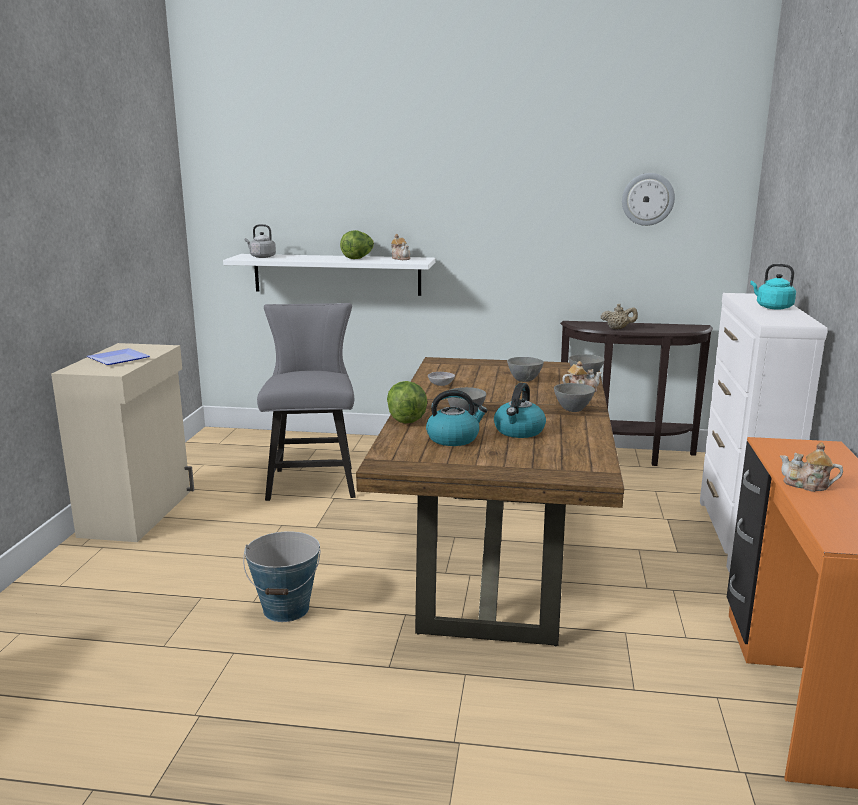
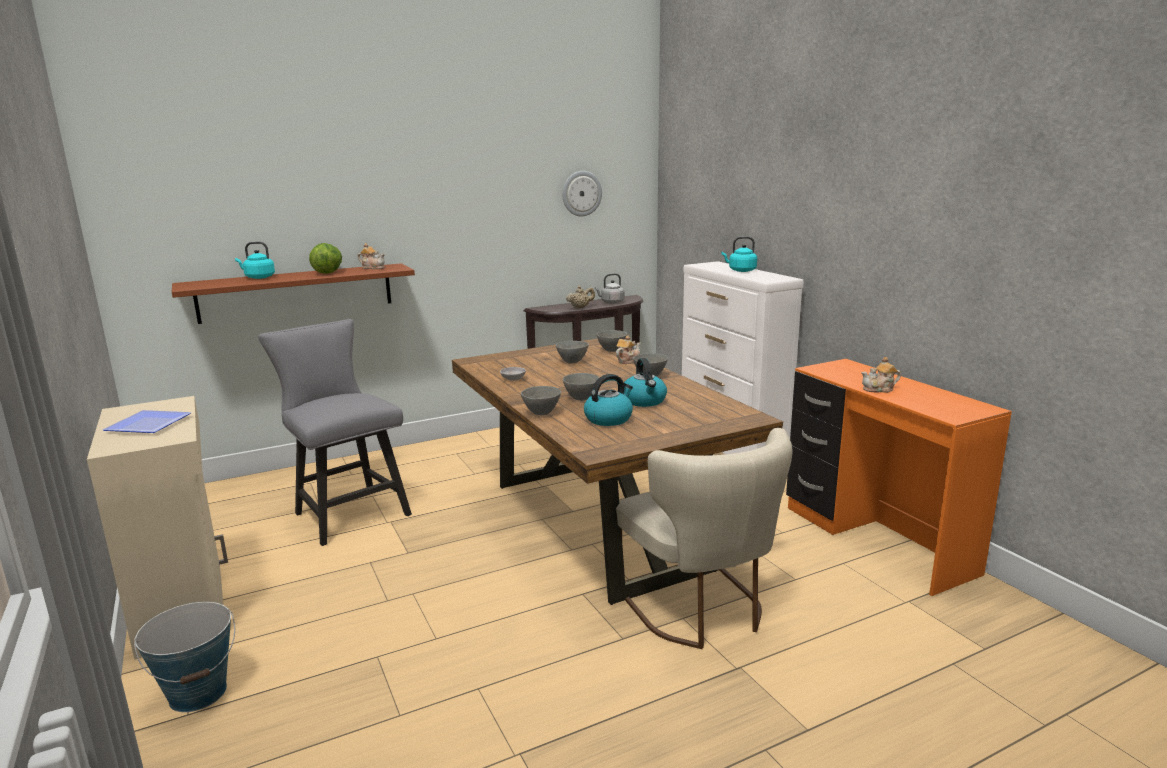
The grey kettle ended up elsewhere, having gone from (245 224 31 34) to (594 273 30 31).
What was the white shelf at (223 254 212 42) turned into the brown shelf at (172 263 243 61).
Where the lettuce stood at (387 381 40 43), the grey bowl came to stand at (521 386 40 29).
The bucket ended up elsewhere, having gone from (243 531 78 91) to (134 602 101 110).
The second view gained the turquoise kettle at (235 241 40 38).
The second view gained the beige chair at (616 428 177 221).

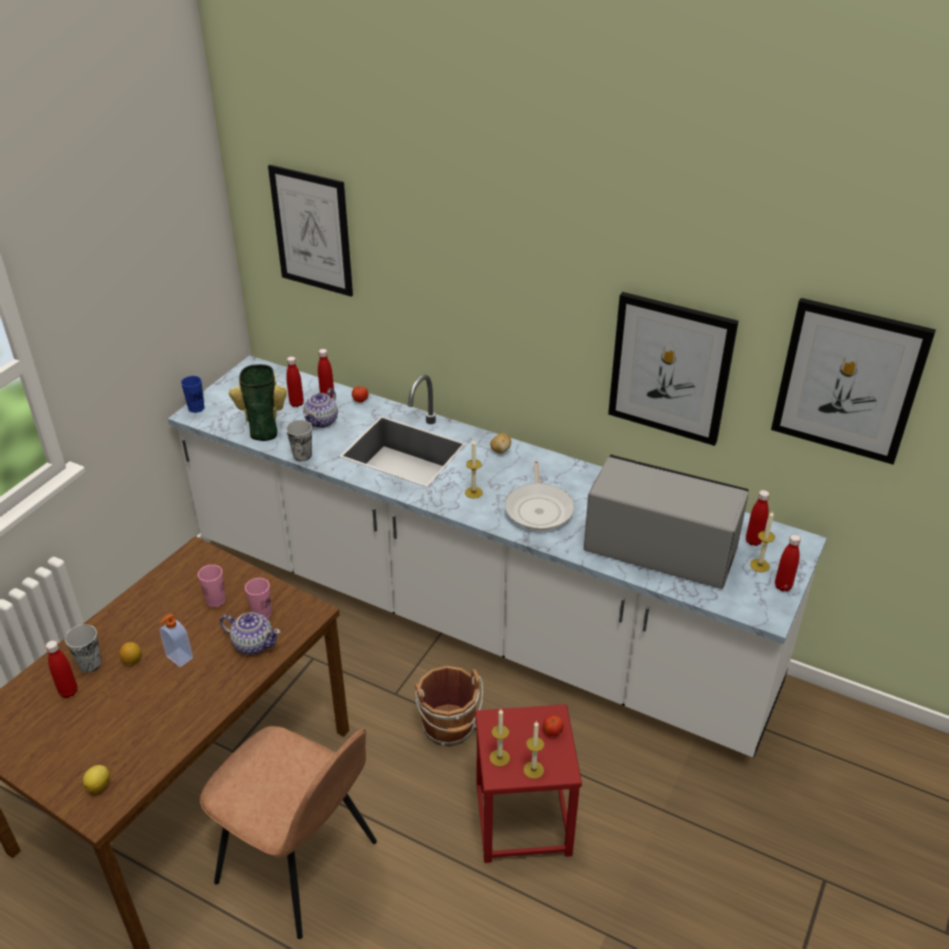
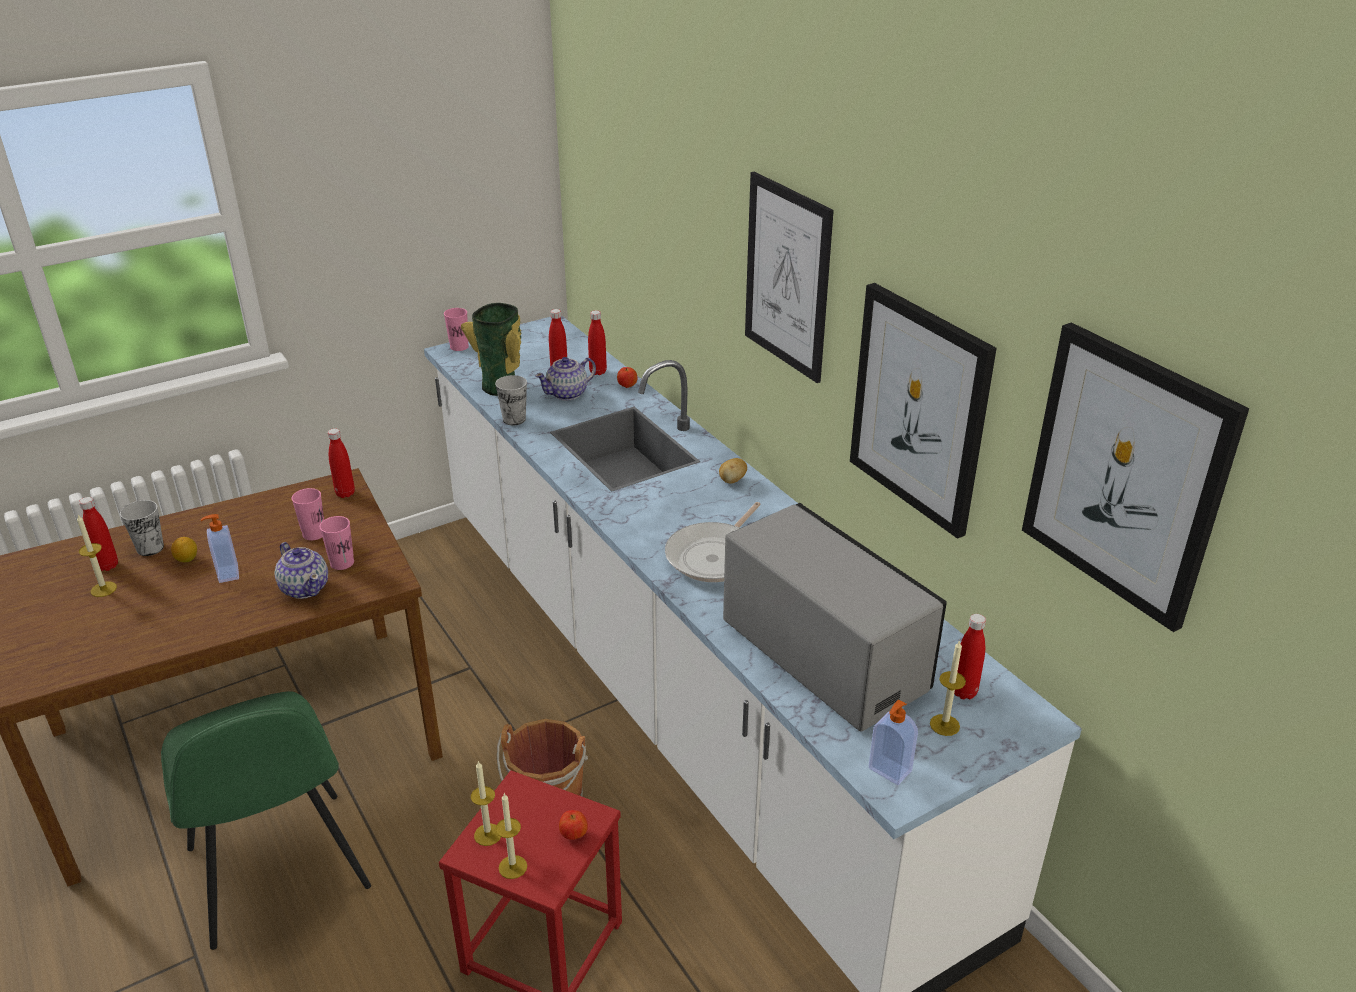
The picture ended up elsewhere, having gone from (268 165 85 132) to (745 172 89 211).
What was the blue cup at (181 376 24 37) turned into the pink cup at (444 308 25 43).
The candle ended up elsewhere, having gone from (465 440 18 59) to (77 515 40 82).
The red bottle ended up elsewhere, having gone from (775 534 26 57) to (328 429 27 69).
What was the brown chair at (200 726 177 213) turned into the green chair at (161 691 210 259).
The second view lost the lemon at (82 765 28 28).
The second view gained the soap dispenser at (869 699 49 86).

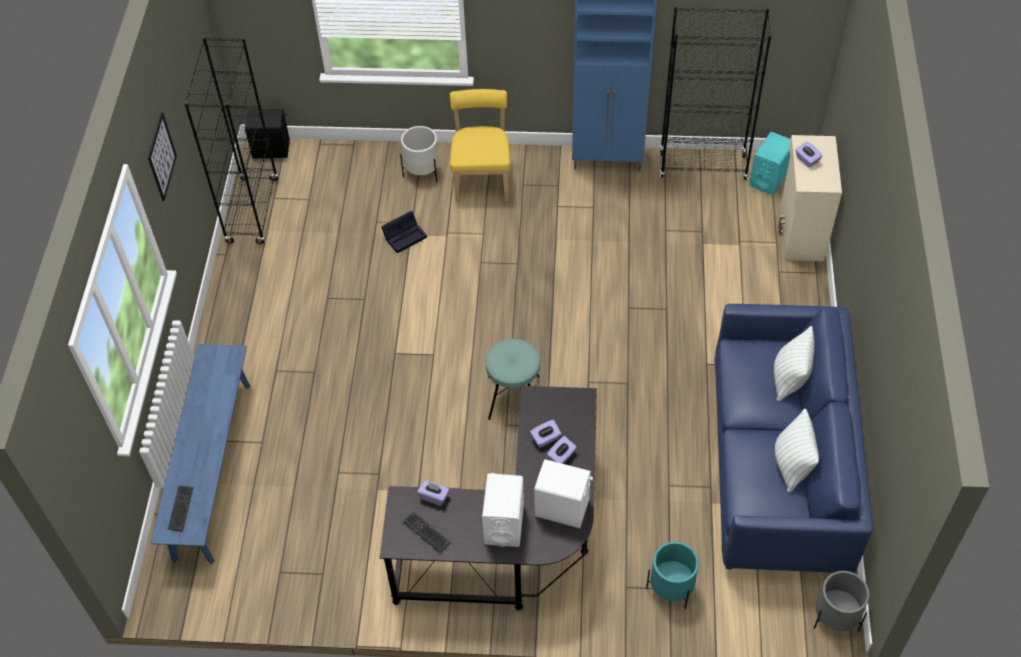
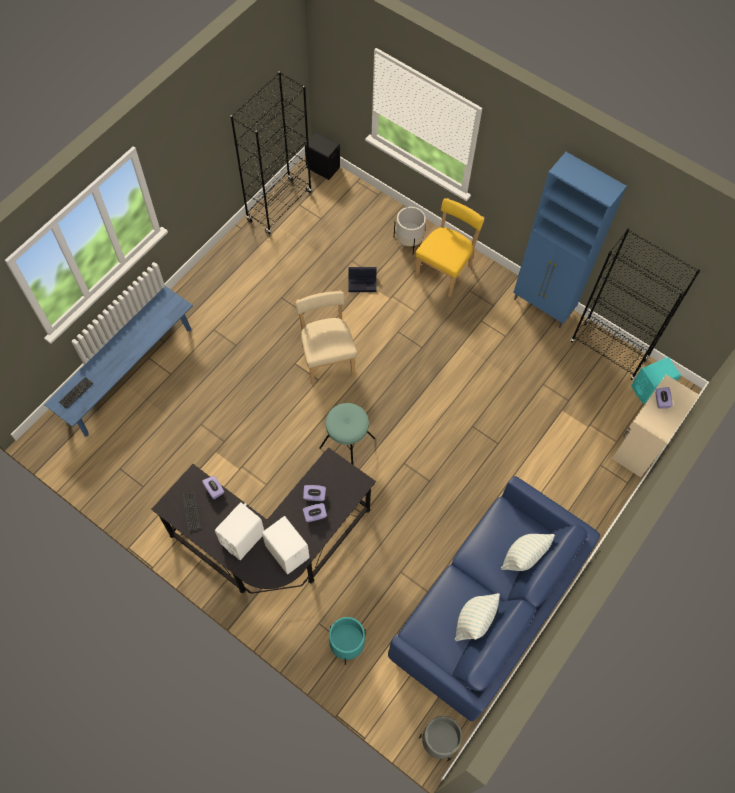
The second view lost the picture at (148 112 29 89).
The second view gained the beige chair at (296 290 61 95).

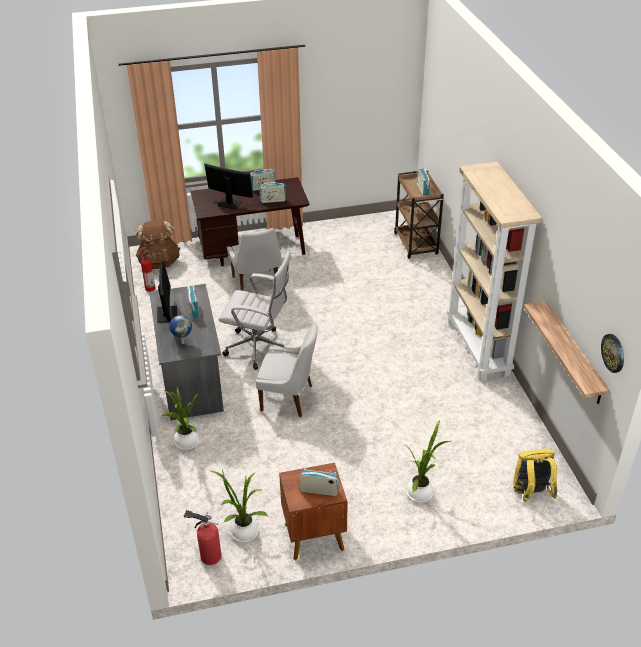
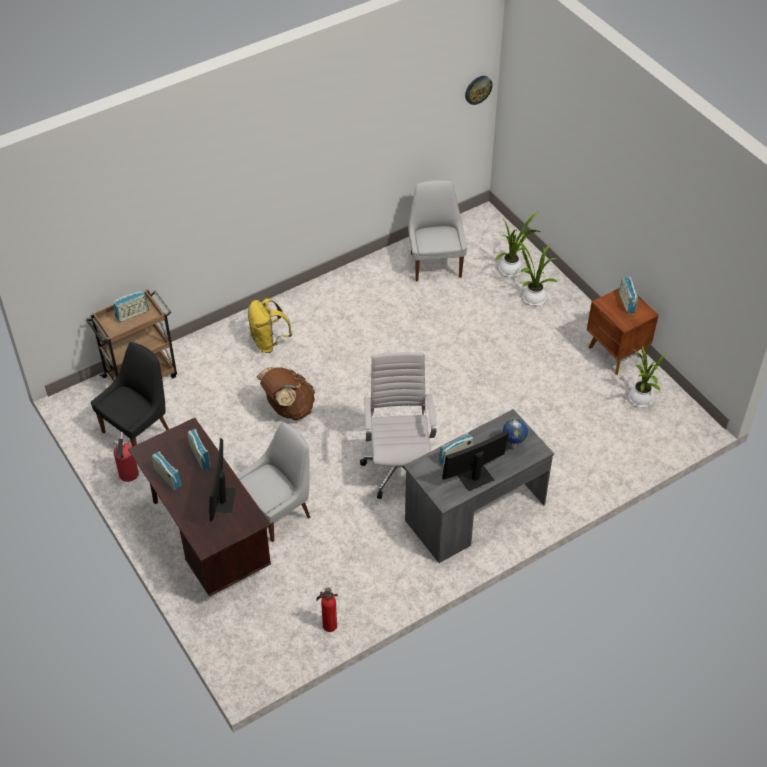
The second view lost the beige bookcase at (447 162 95 219).
The brown backpack ended up elsewhere, having gone from (134 220 46 49) to (256 367 59 53).
The second view lost the shelf at (524 301 86 103).
The white chair ended up elsewhere, having gone from (256 323 62 94) to (408 180 59 101).
The potted plant ended up elsewhere, having gone from (161 387 38 63) to (495 212 45 65).
The yellow backpack ended up elsewhere, having gone from (513 449 44 53) to (248 298 44 55).
The fire extinguisher ended up elsewhere, having gone from (184 510 38 55) to (110 432 29 50).
The second view gained the black chair at (91 342 78 105).

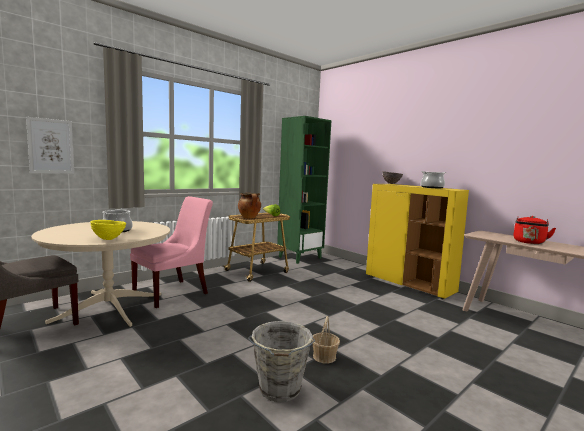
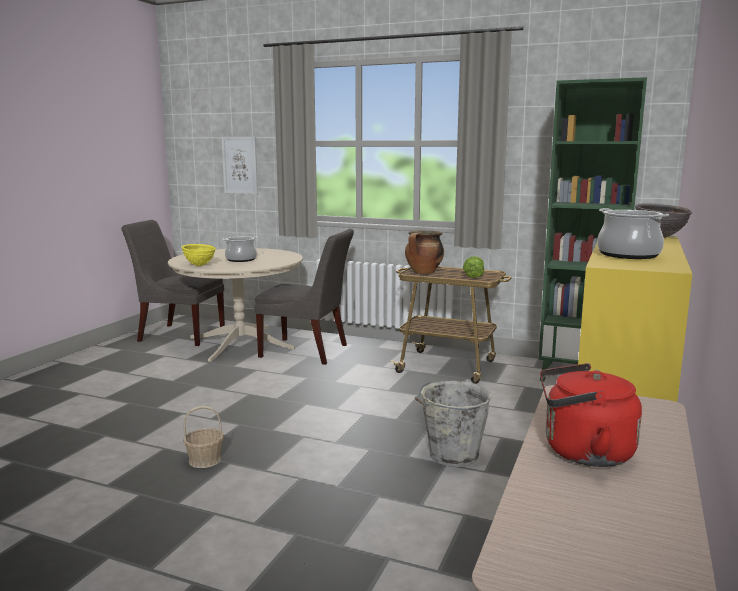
What was the pink chair at (130 196 83 112) turned into the grey chair at (254 229 100 136).
The grey bucket ended up elsewhere, having gone from (248 321 67 81) to (415 381 77 86).

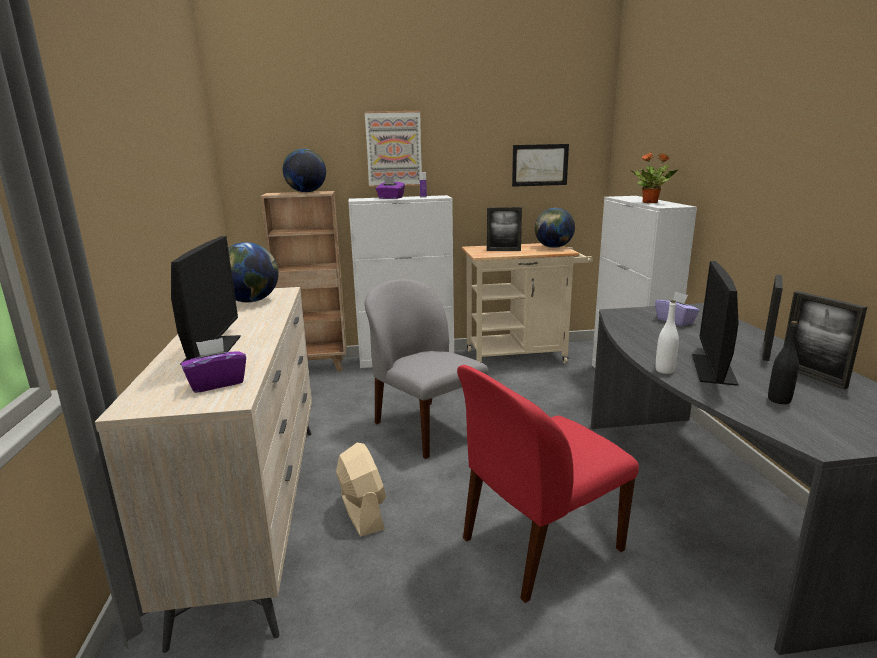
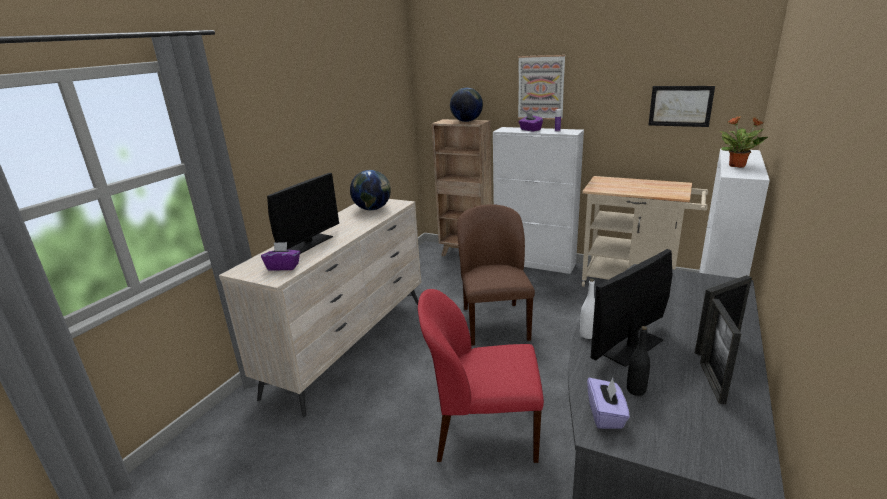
The second view lost the picture frame at (487 207 35 44).
The second view lost the globe at (535 208 40 40).
What was the grey chair at (365 279 124 180) turned into the brown chair at (457 204 78 142).
The purple tissue box ended up elsewhere, having gone from (655 292 45 34) to (587 378 43 51).
The second view lost the beige fan at (336 443 50 94).

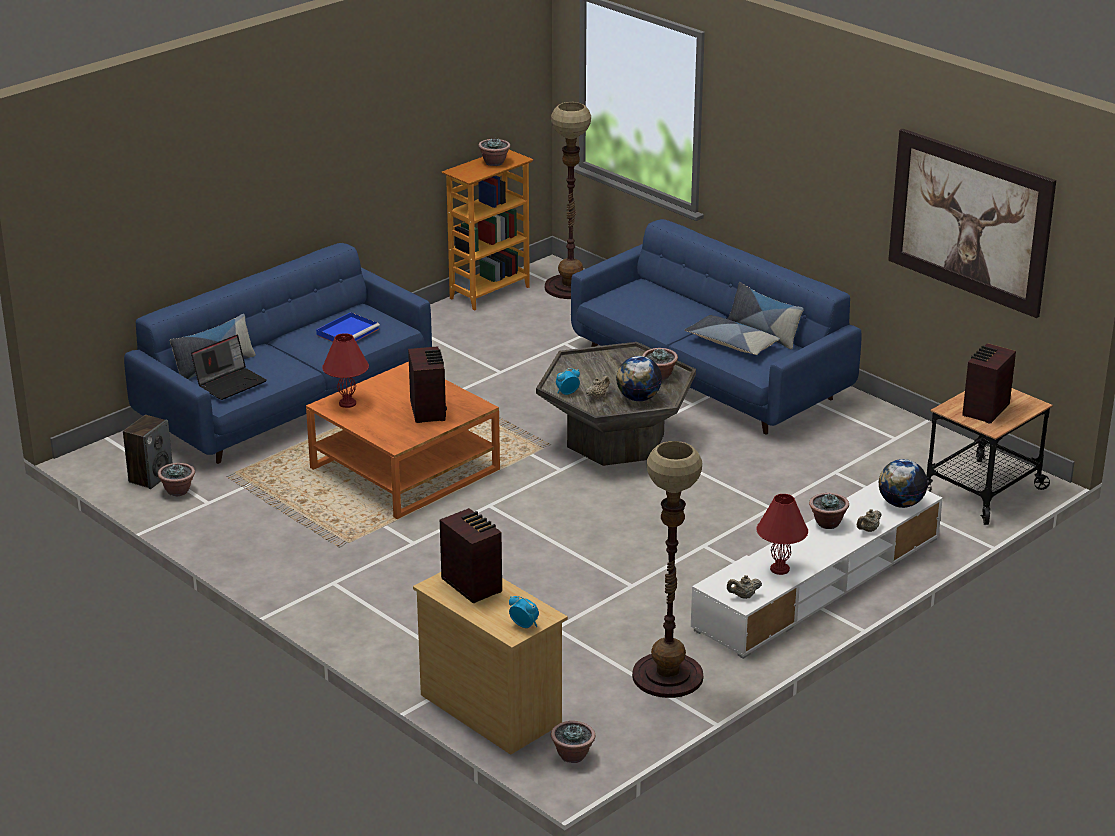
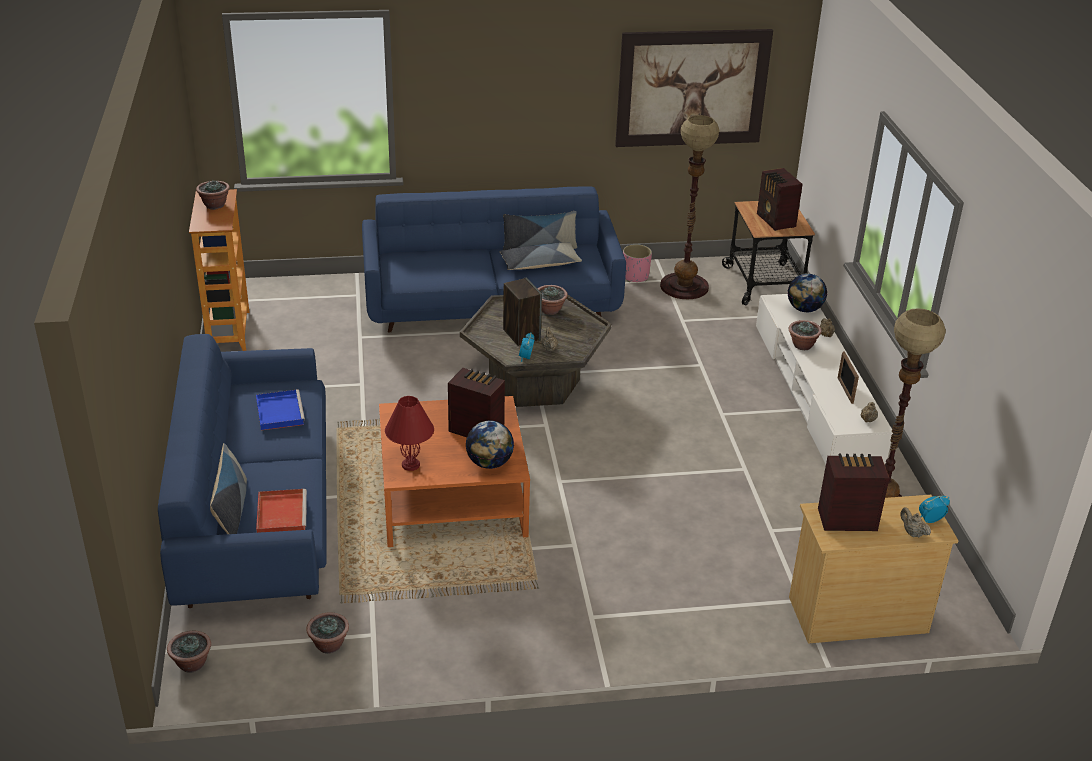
The floor lamp ended up elsewhere, having gone from (545 102 46 197) to (660 115 59 184).
Where the laptop stood at (191 334 76 66), the red tray came to stand at (256 489 51 44).
The globe ended up elsewhere, having gone from (616 356 46 45) to (466 420 48 49).
The speaker ended up elsewhere, having gone from (123 415 49 74) to (503 278 39 68).
Where the red table lamp stood at (756 494 52 81), the picture frame came to stand at (838 351 21 53).
The potted plant ended up elsewhere, having gone from (551 721 44 42) to (167 631 44 42).
The second view gained the pink planter at (623 244 29 38).
The second view gained the beige teapot at (900 507 31 30).

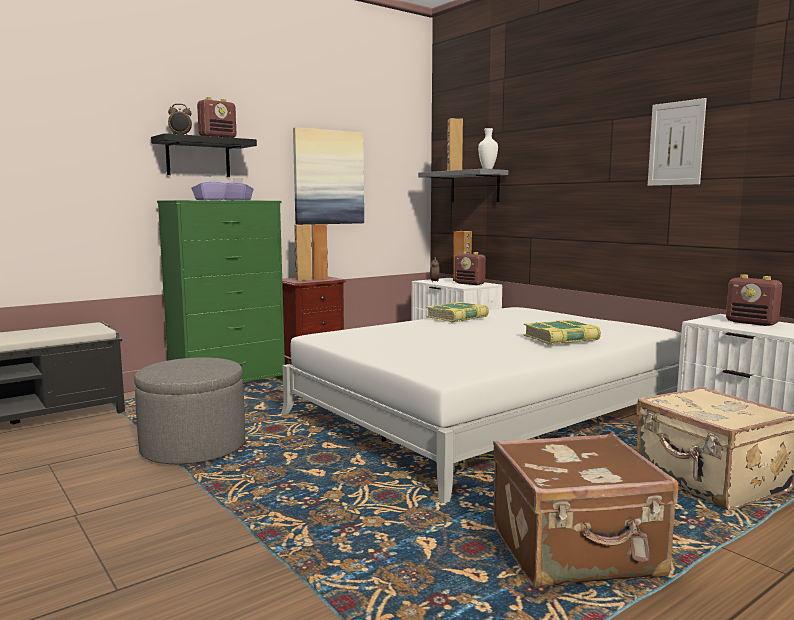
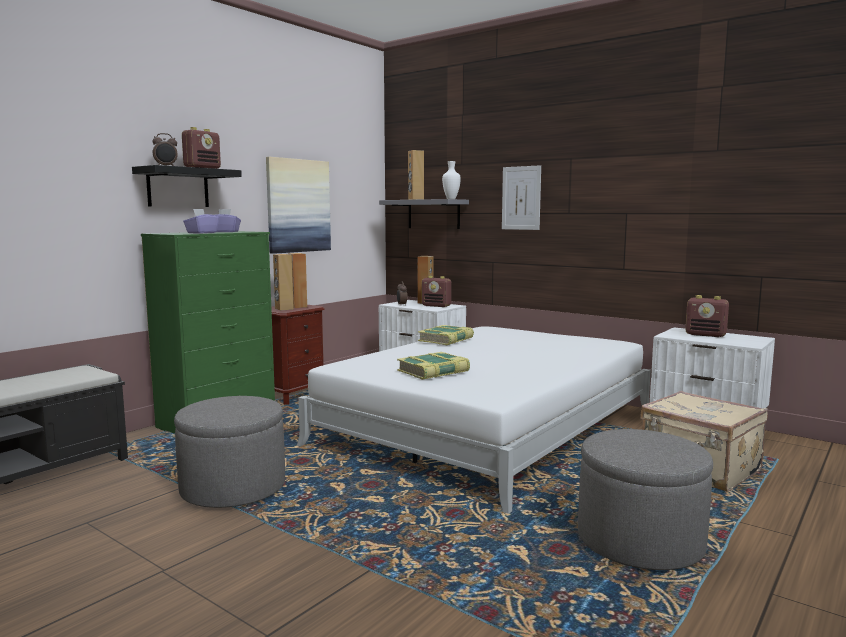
The picture ended up elsewhere, having gone from (648 98 59 88) to (502 165 39 65).
The book ended up elsewhere, having gone from (524 320 77 24) to (397 352 73 28).
Where the brown suitcase stood at (493 433 185 155), the grey ottoman came to stand at (578 429 135 141).

